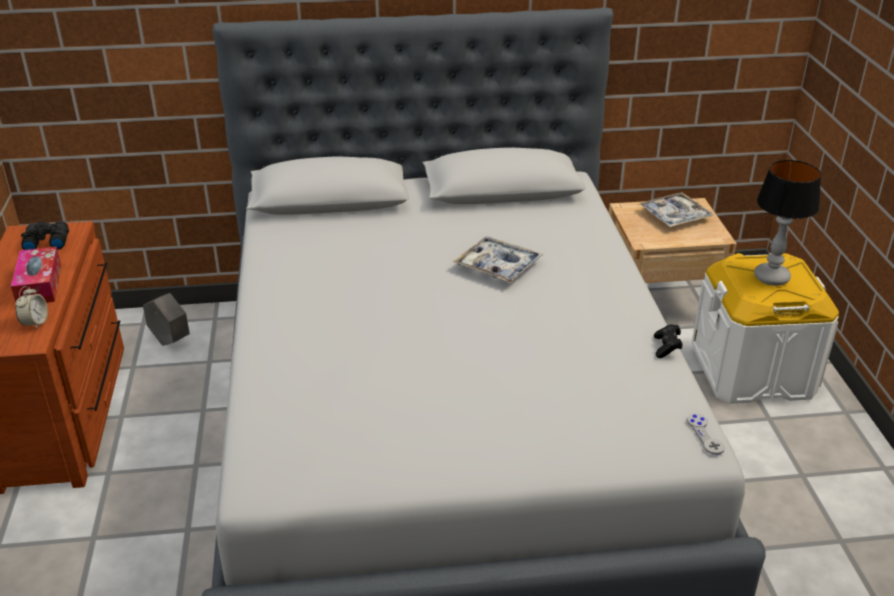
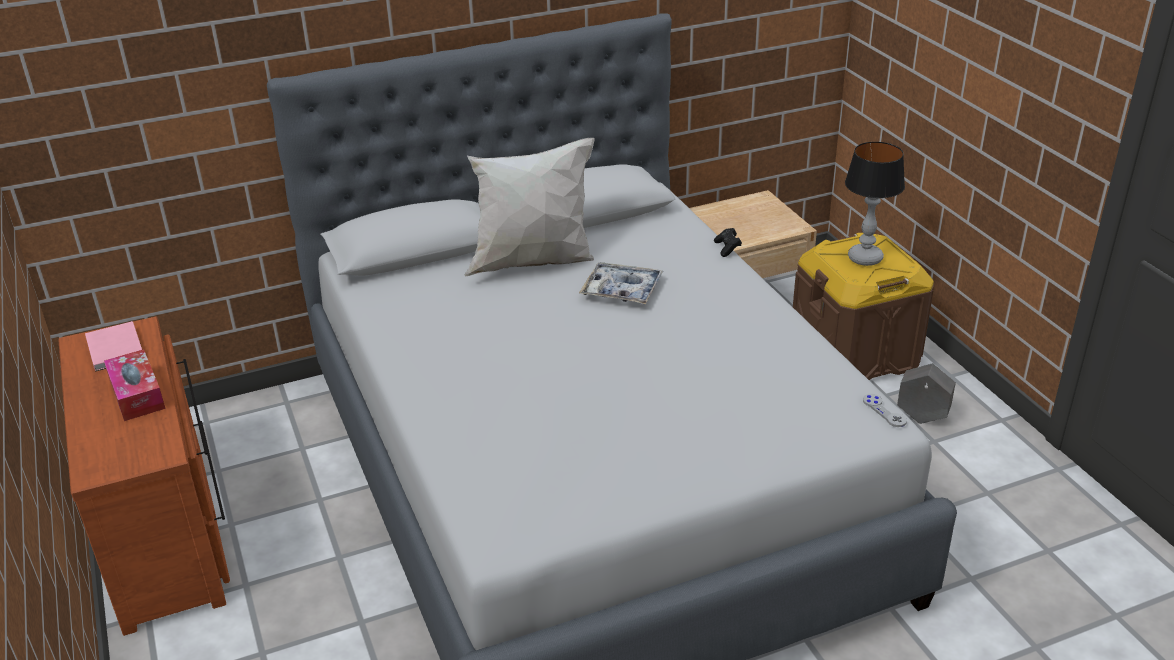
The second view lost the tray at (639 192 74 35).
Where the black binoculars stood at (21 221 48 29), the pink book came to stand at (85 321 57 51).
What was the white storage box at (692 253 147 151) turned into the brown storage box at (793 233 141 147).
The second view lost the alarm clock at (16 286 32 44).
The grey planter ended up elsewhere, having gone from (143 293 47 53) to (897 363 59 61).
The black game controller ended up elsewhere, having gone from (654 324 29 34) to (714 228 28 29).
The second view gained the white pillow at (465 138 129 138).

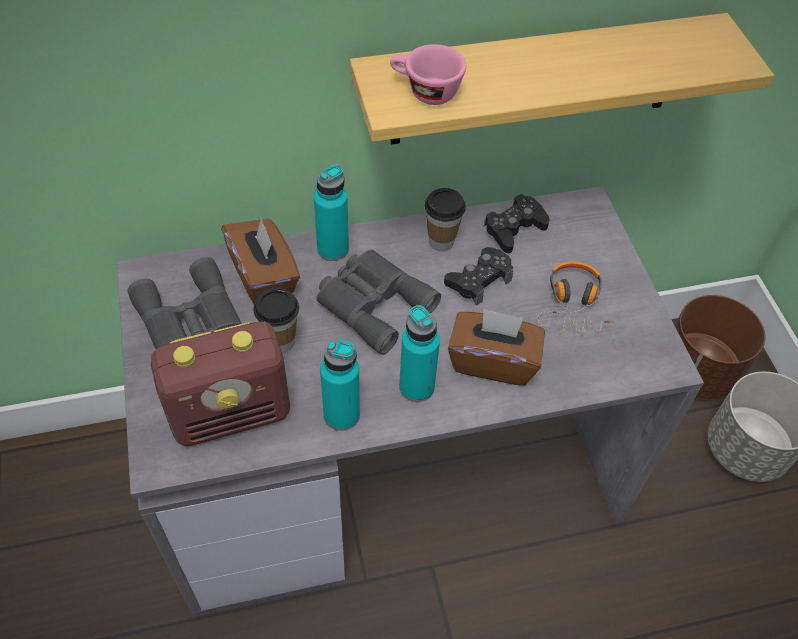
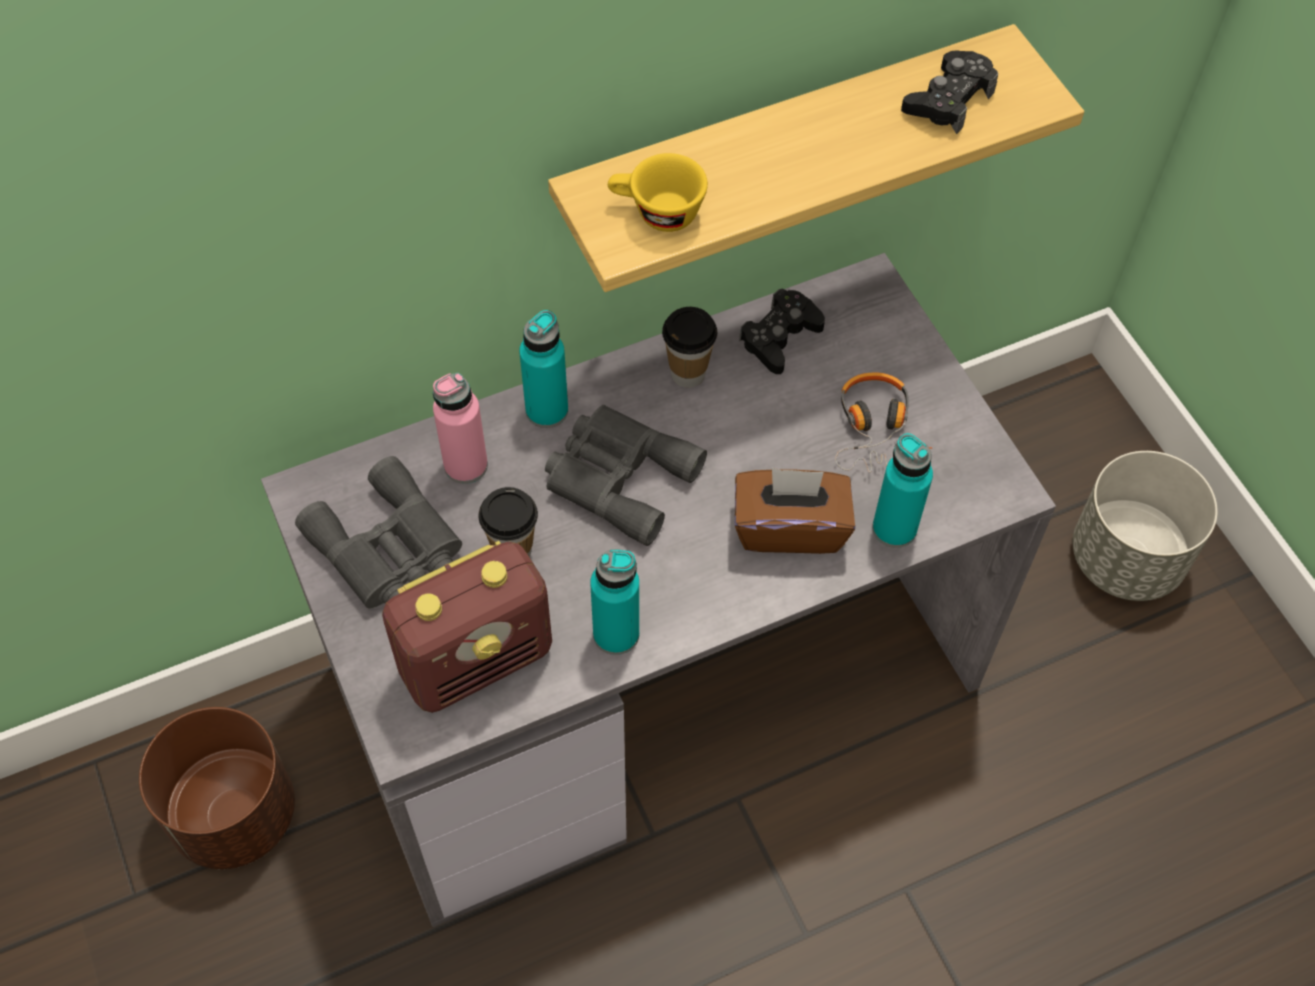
What was the pink cup at (390 44 76 61) turned into the yellow cup at (608 153 100 79).
Where the brown tissue box stood at (221 217 79 87), the pink bottle came to stand at (433 373 55 111).
The black game controller ended up elsewhere, having gone from (444 247 69 59) to (901 51 97 83).
The brown planter ended up elsewhere, having gone from (675 295 90 104) to (139 707 156 162).
The turquoise bottle ended up elsewhere, having gone from (399 305 41 97) to (872 433 61 115).

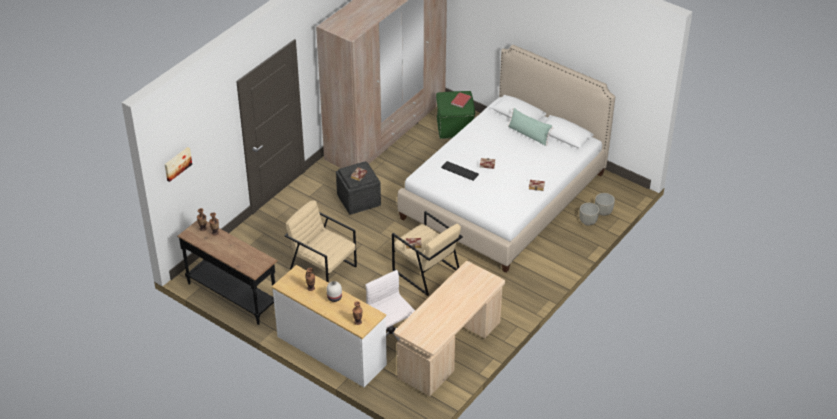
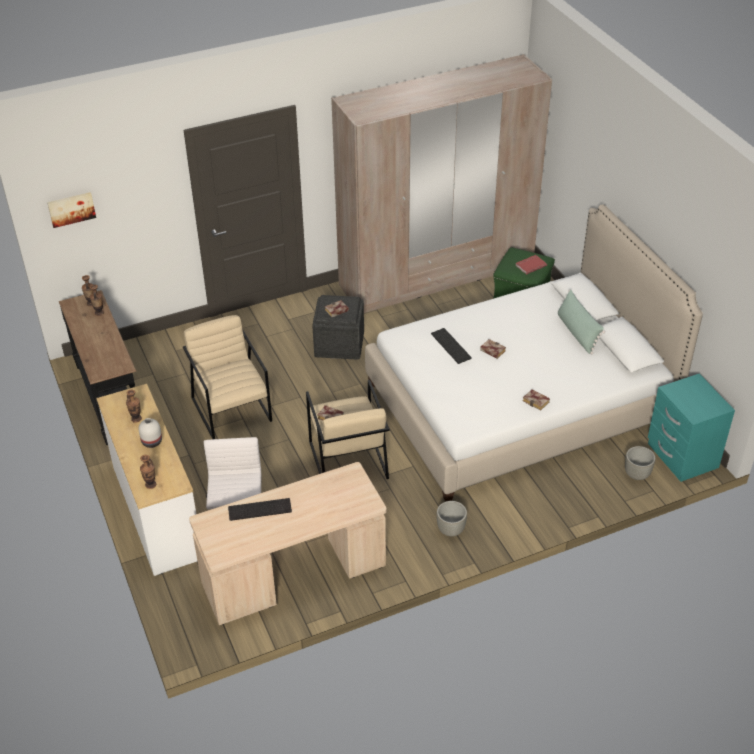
The grey planter ended up elsewhere, having gone from (579 203 20 23) to (437 501 30 35).
The second view gained the turquoise nightstand at (648 373 87 109).
The second view gained the keyboard at (228 498 64 23).

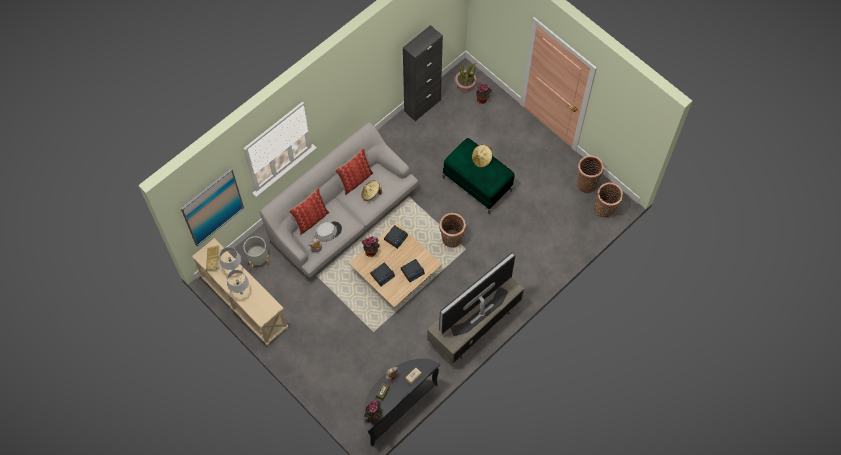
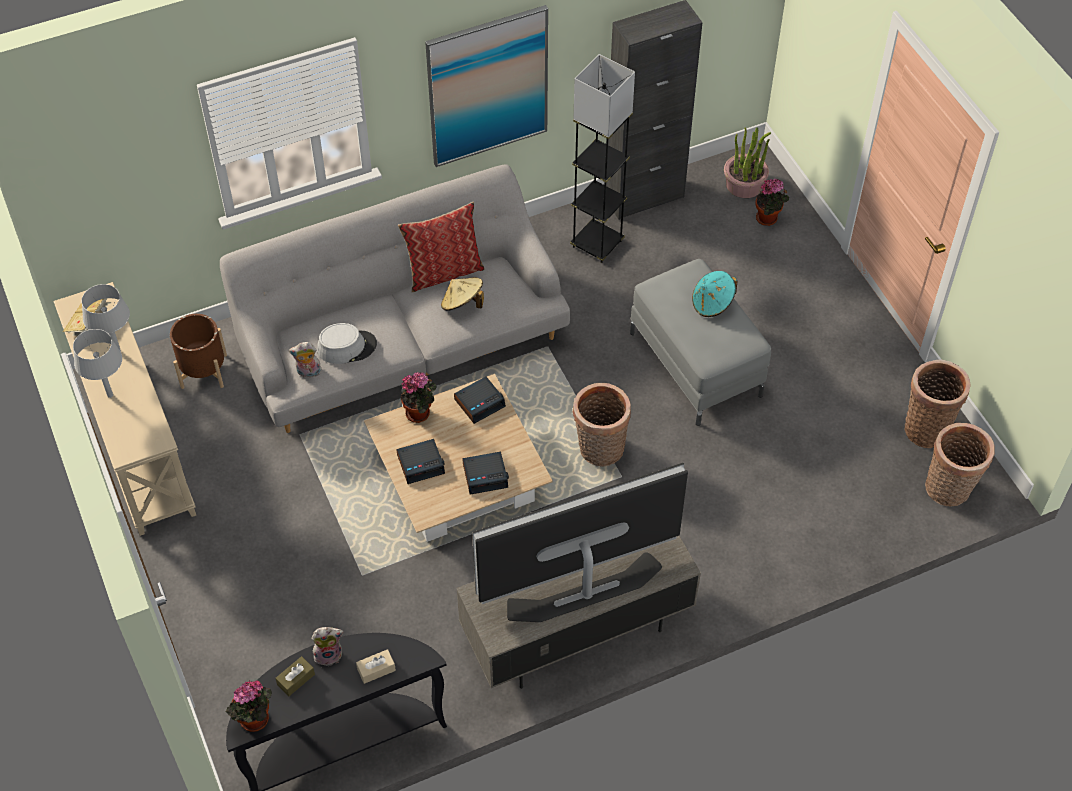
What was the green ottoman at (443 138 72 76) turned into the grey ottoman at (630 259 141 167).
What was the beige hat at (472 145 21 23) turned into the turquoise hat at (692 271 45 46).
The picture ended up elsewhere, having gone from (181 168 63 78) to (425 5 123 162).
The second view lost the pillow at (289 187 40 48).
What was the grey planter at (243 236 28 35) turned into the brown planter at (170 314 57 75).
The second view gained the grey floor lamp at (570 54 65 209).

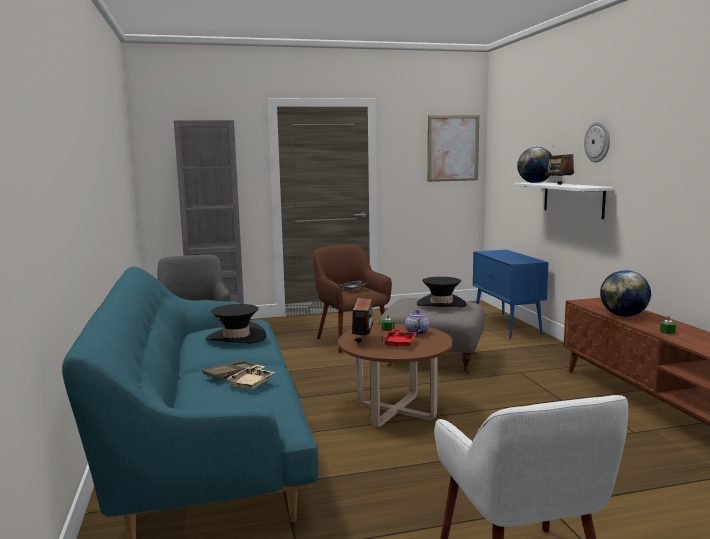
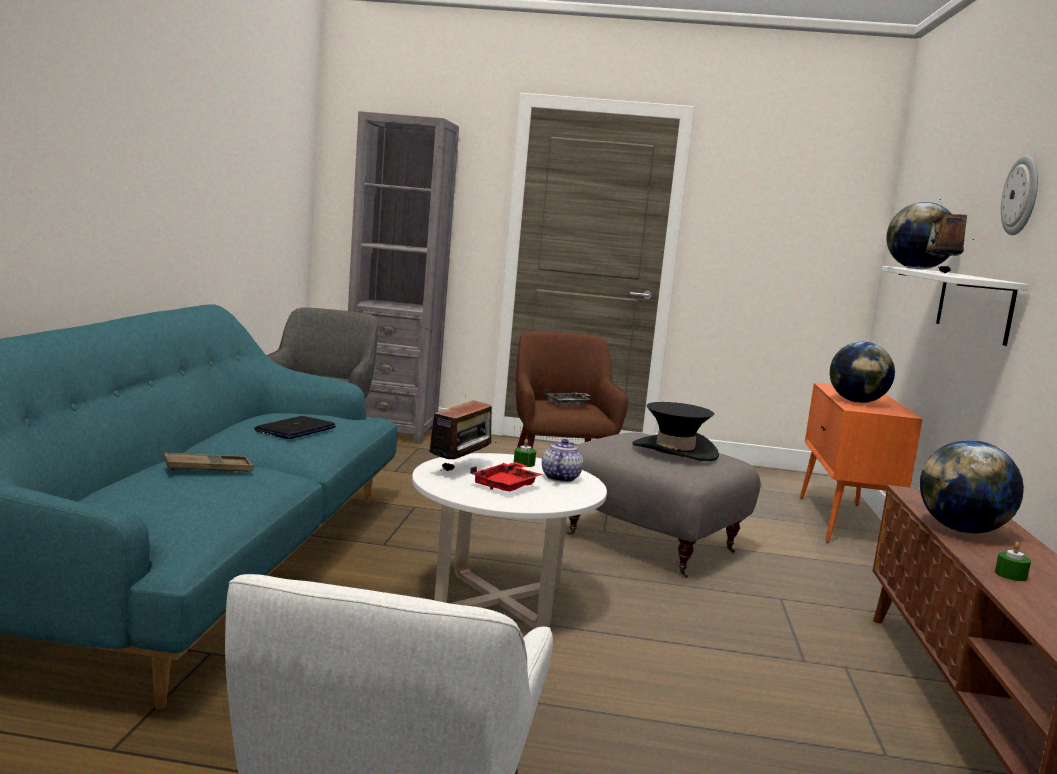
The second view lost the picture at (428 115 51 67).
What was the blue cabinet at (473 250 76 88) turned into the orange cabinet at (800 383 123 160).
Where the black hat stood at (206 304 60 40), the laptop came to stand at (254 416 82 23).
What was the brown coffee table at (338 324 115 103) turned into the white coffee table at (412 453 195 176).
The second view lost the beige tray at (224 365 51 24).
The second view gained the globe at (830 342 65 61).

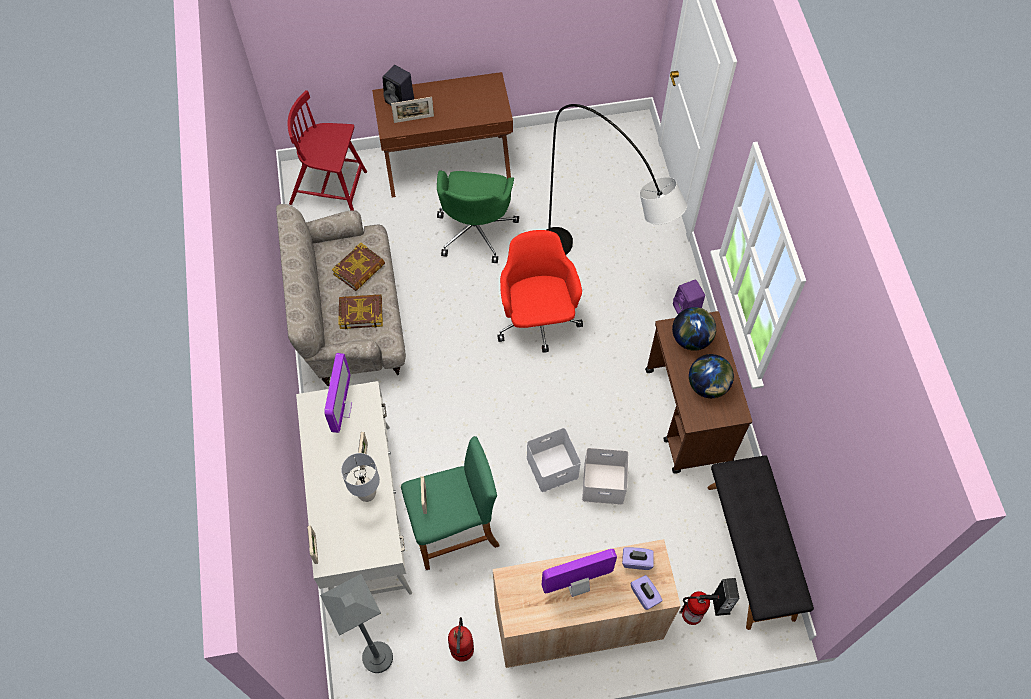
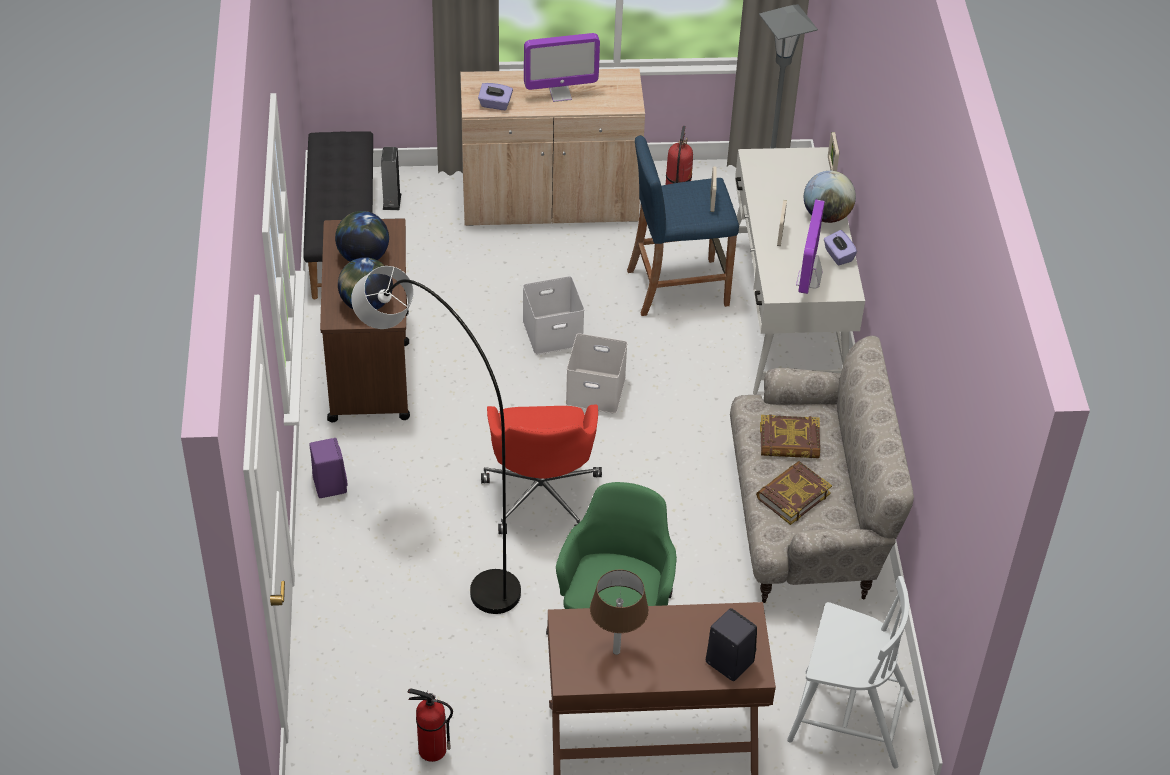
What was the red chair at (287 90 80 121) turned into the white chair at (787 576 126 193).
The second view lost the picture frame at (391 97 43 26).
What was the green stool at (401 436 99 134) turned into the blue stool at (627 135 112 181).
The white storage box ended up elsewhere, having gone from (582 448 47 57) to (566 333 61 81).
The second view lost the grey table lamp at (341 453 39 49).
The purple tissue box ended up elsewhere, having gone from (630 575 33 35) to (824 230 33 35).
The fire extinguisher ended up elsewhere, having gone from (679 591 41 34) to (408 688 45 74).
The second view gained the globe at (804 171 52 52).
The second view gained the brown table lamp at (590 570 59 85).

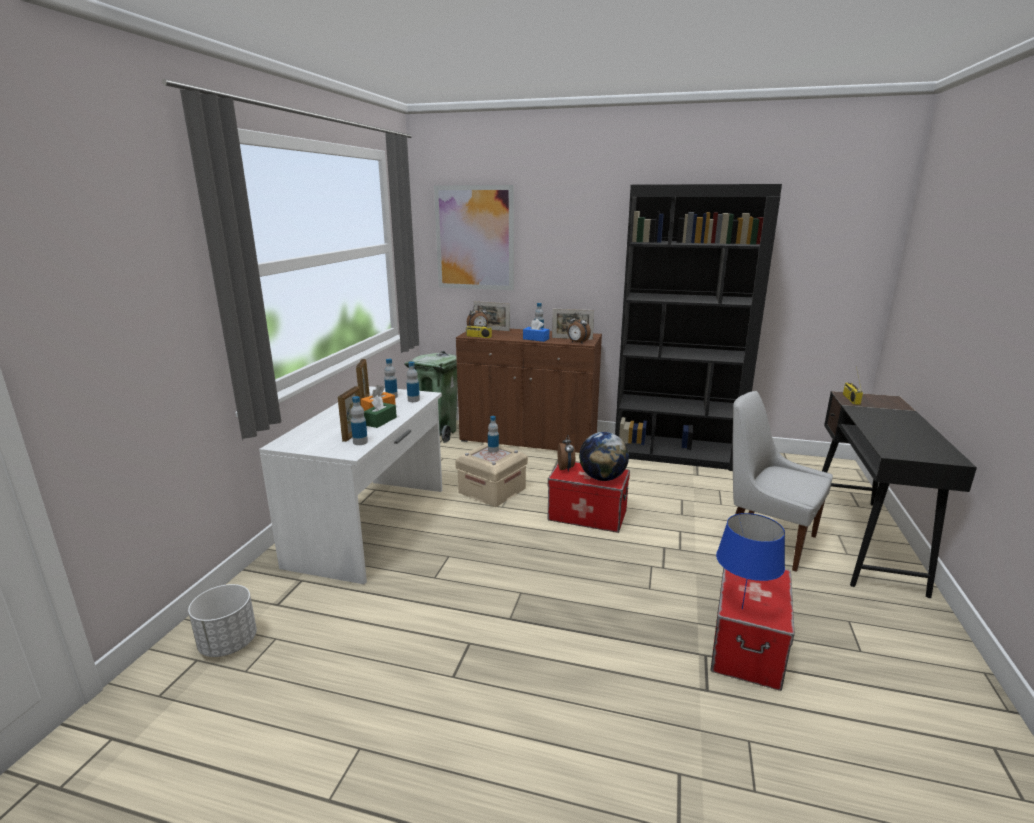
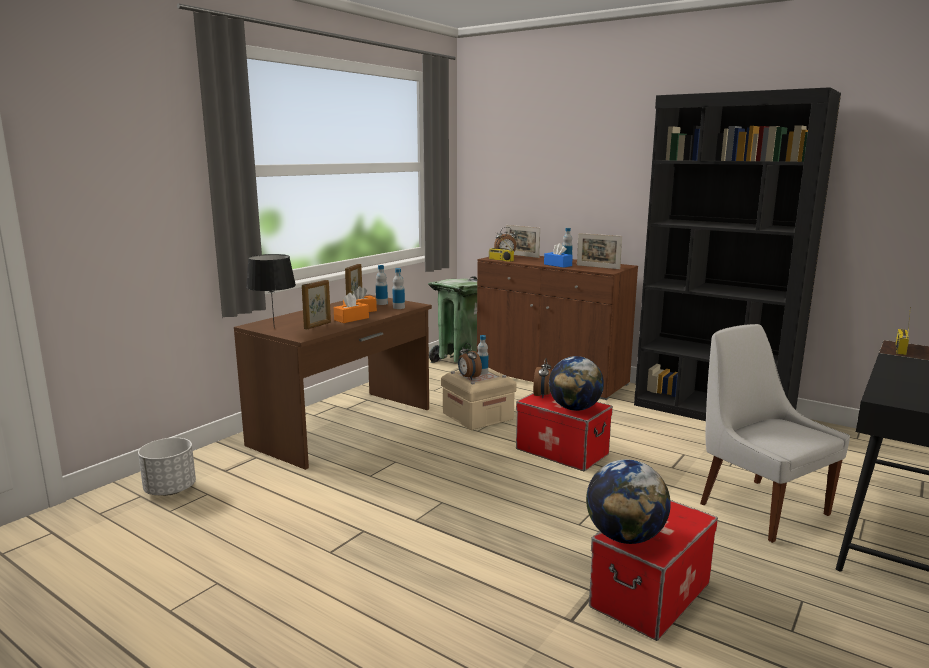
The second view lost the picture at (434 185 80 105).
The alarm clock ended up elsewhere, having gone from (567 313 24 31) to (458 343 24 37).
What was the white desk at (259 386 183 199) turned into the brown desk at (234 295 198 175).
What was the green tissue box at (364 395 33 33) turned into the orange tissue box at (334 293 35 30).
The second view lost the bottle at (351 396 17 49).
Where the blue table lamp stood at (716 513 69 96), the globe came to stand at (586 459 85 85).
The second view gained the black table lamp at (246 254 50 74).

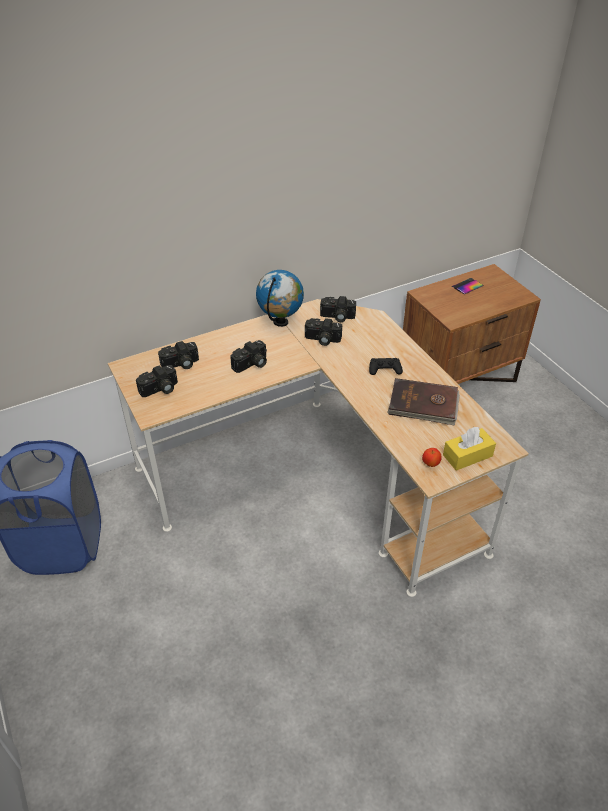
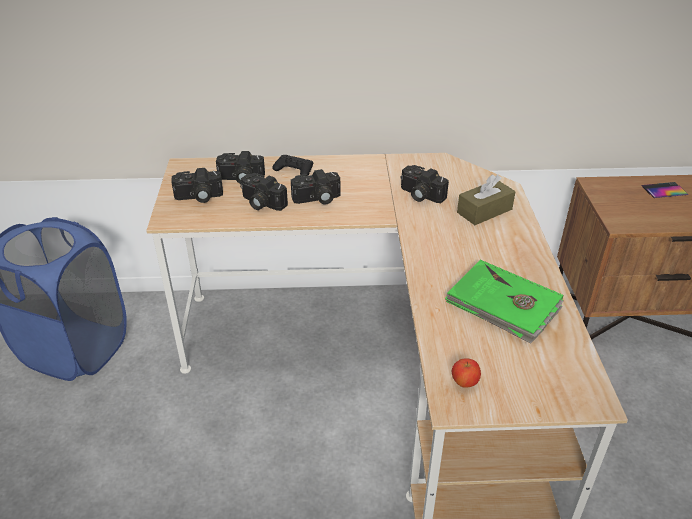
The second view lost the globe at (256 270 48 57).
The photo camera ended up elsewhere, having gone from (320 296 36 26) to (240 173 48 38).
The black game controller ended up elsewhere, having gone from (369 358 34 17) to (272 155 41 22).
What was the brown book at (387 378 73 48) turned into the green book at (445 260 118 84).
The second view lost the yellow tissue box at (443 427 53 44).
The second view gained the brown tissue box at (457 175 59 50).

